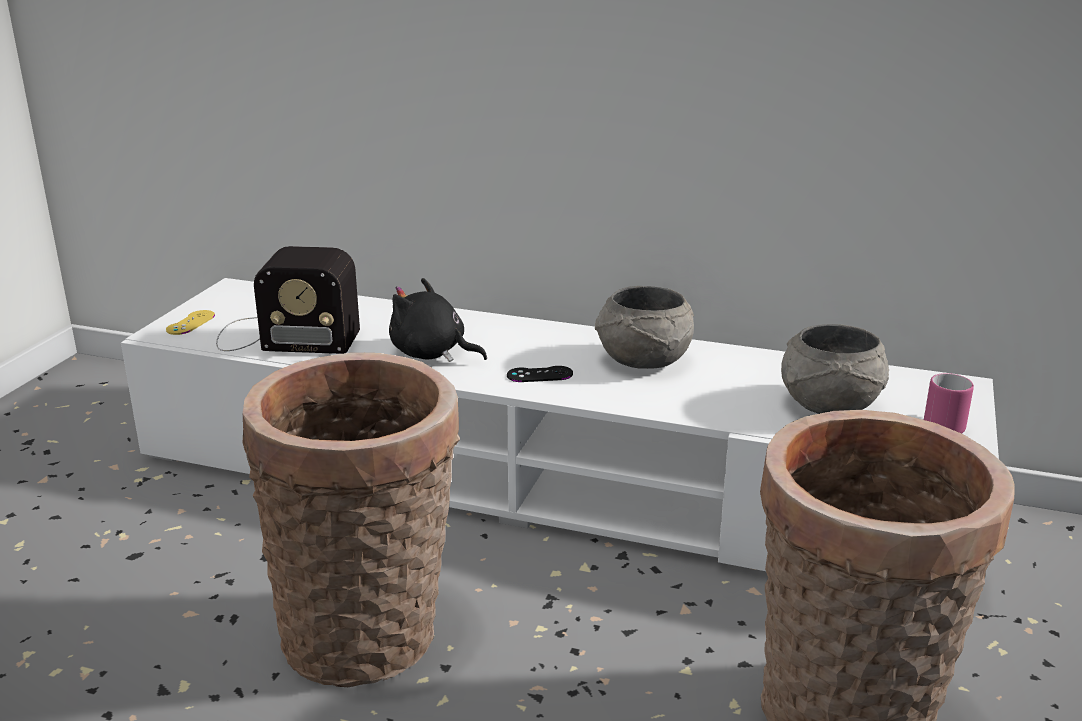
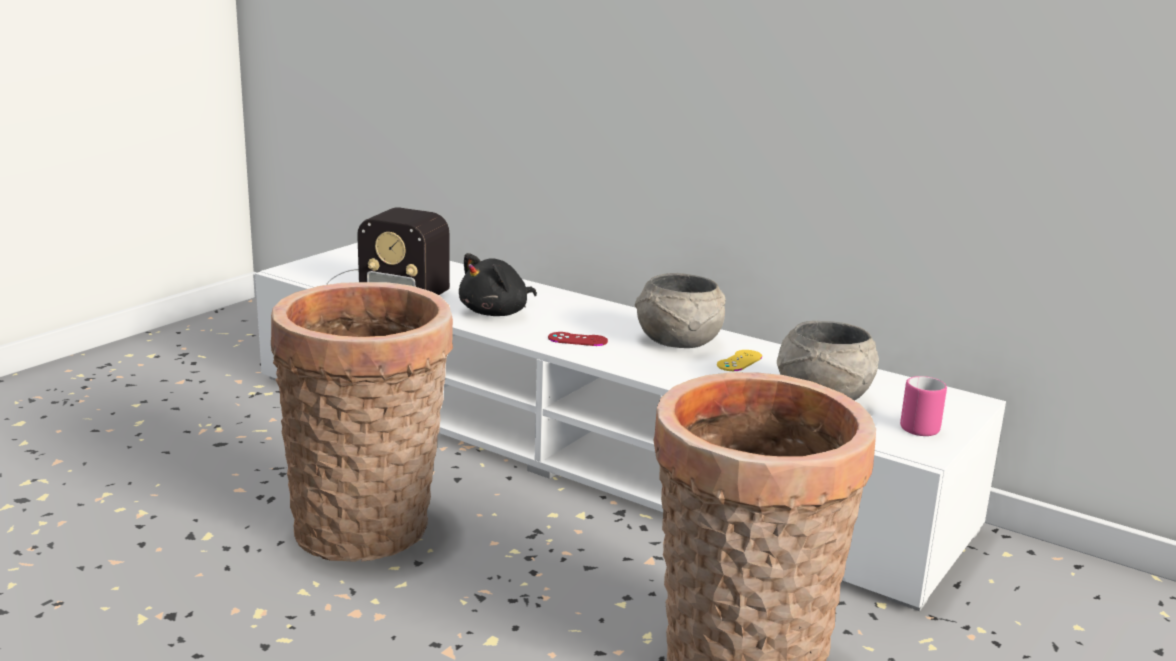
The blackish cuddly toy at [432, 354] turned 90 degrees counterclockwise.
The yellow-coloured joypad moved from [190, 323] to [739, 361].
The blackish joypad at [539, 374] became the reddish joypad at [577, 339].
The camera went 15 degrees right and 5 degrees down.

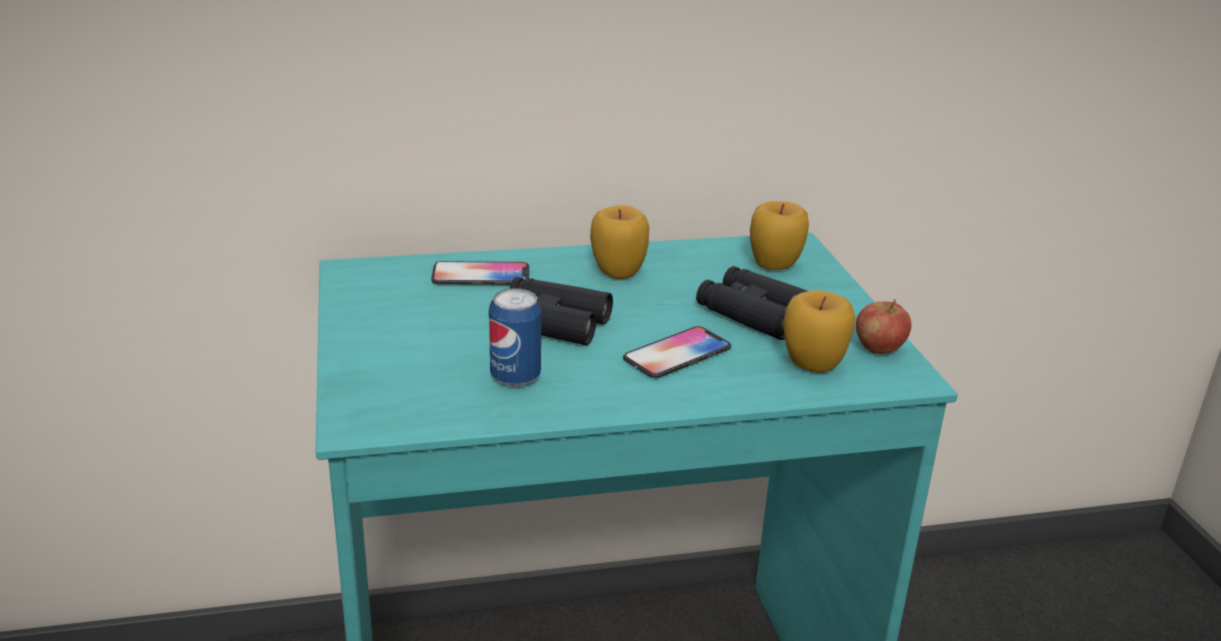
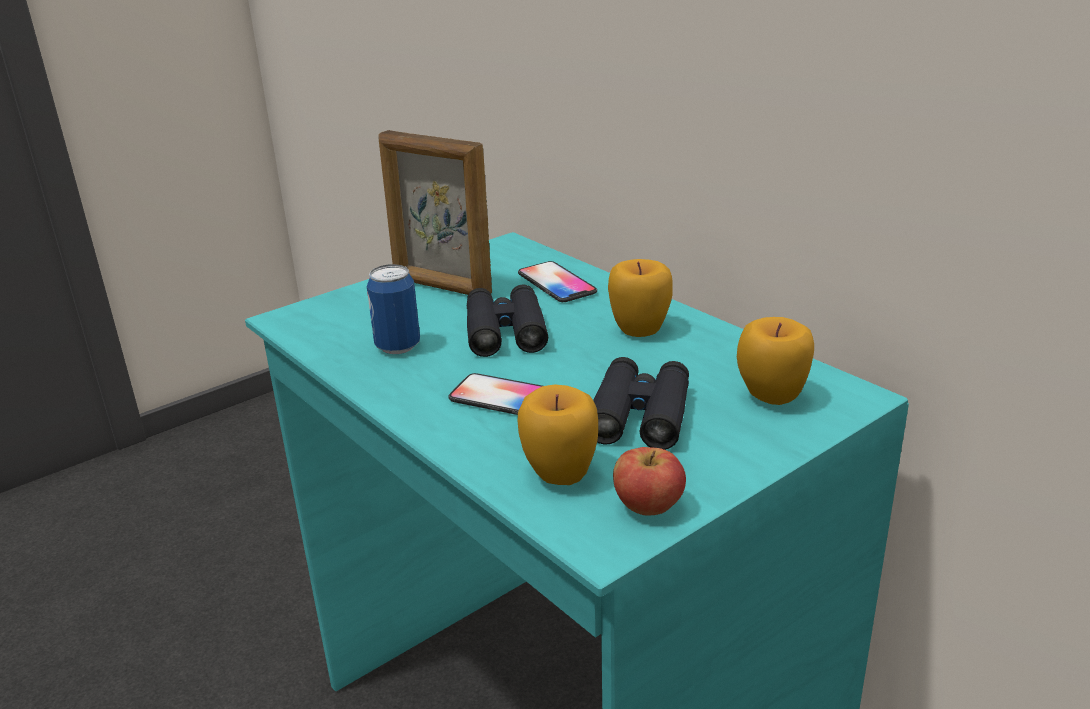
The picture frame at [441, 287] appeared.
The camera went 65 degrees right and 0 degrees up.

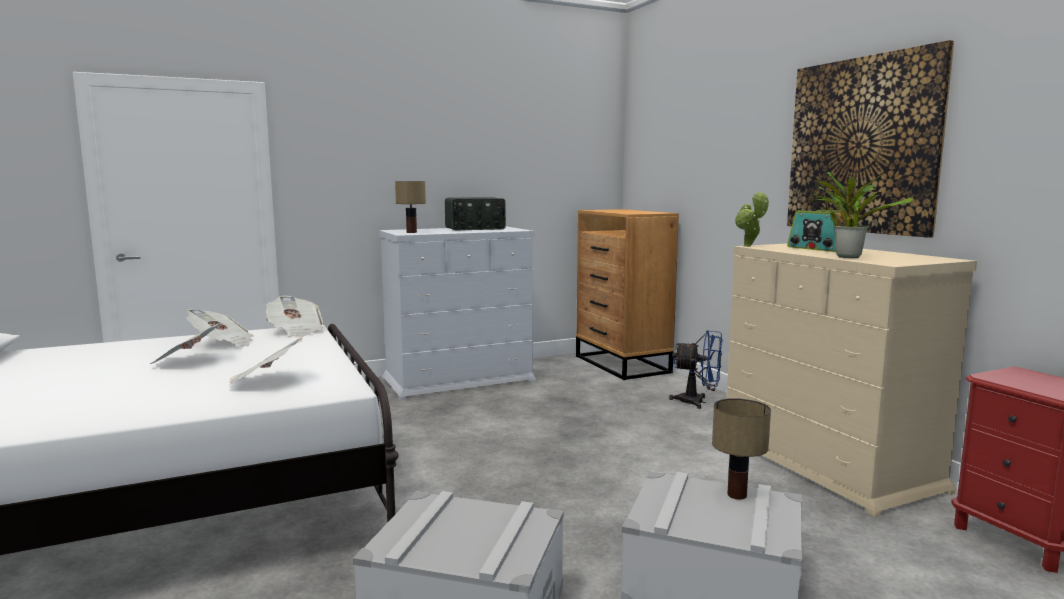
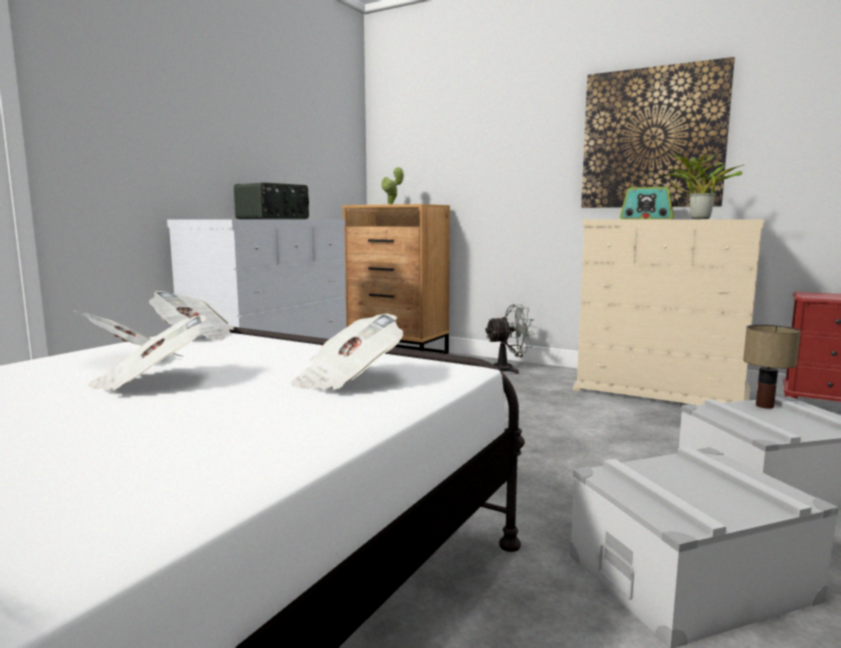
The lamp for a table at [411, 232] disappeared.
The potted plant moved from [749, 246] to [391, 204].
The bluish cooling fan at [698, 402] became the greyish cooling fan at [508, 369].
The camera went 35 degrees left and 0 degrees up.

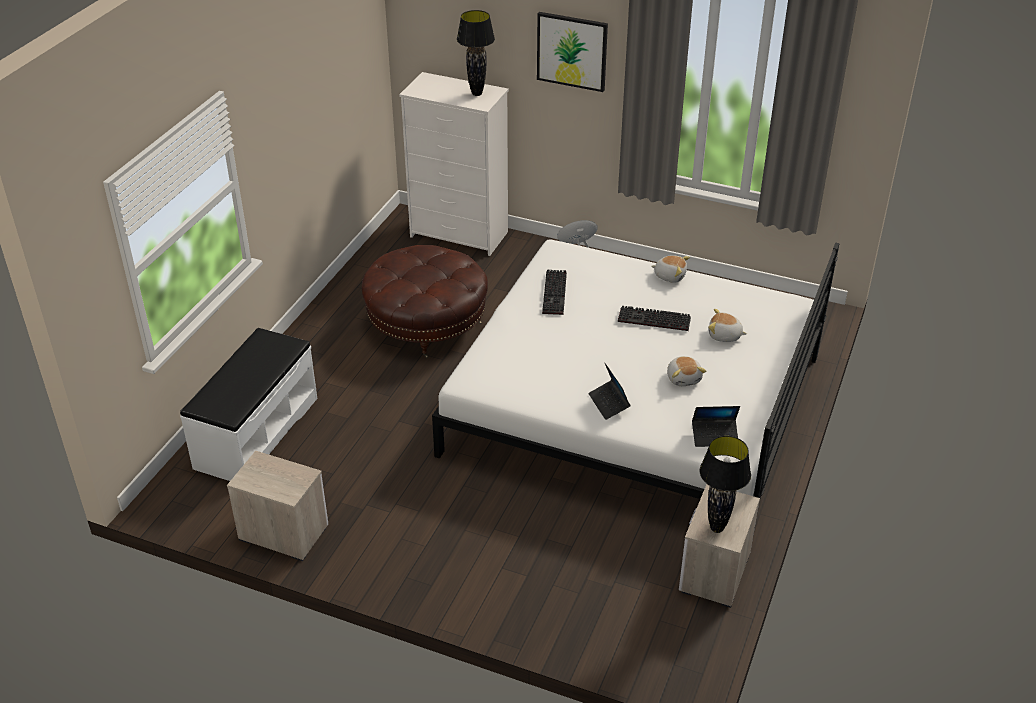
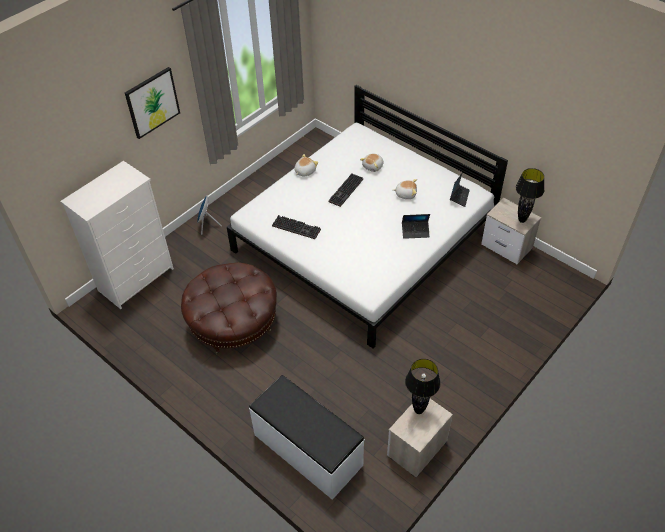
The blackish lamp for a table moved from [476, 94] to [419, 410].
The camera went 70 degrees left and 10 degrees up.

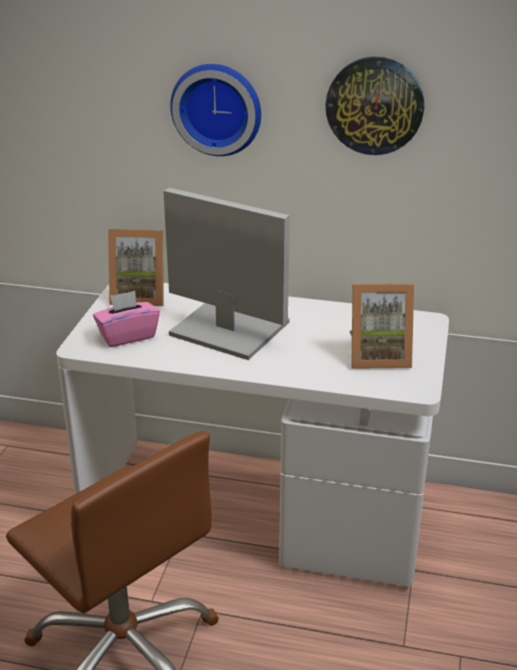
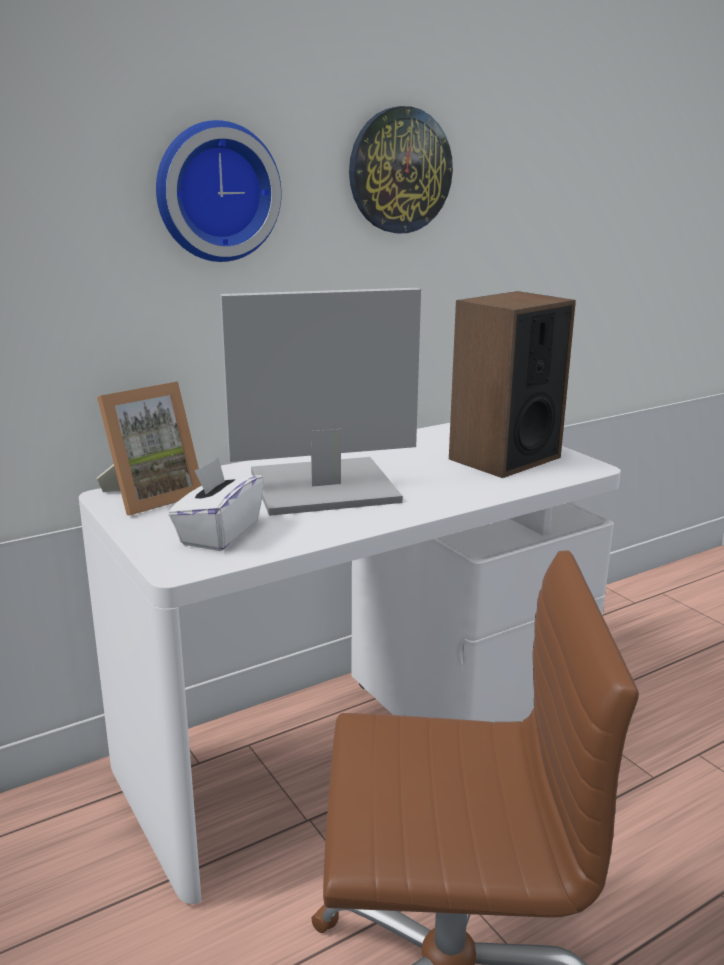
The picture frame at [378, 356] was replaced by the audio speaker at [504, 458].
The pinkish tissue box at [127, 336] became the white-coloured tissue box at [219, 534].
The camera went 45 degrees left and 10 degrees down.

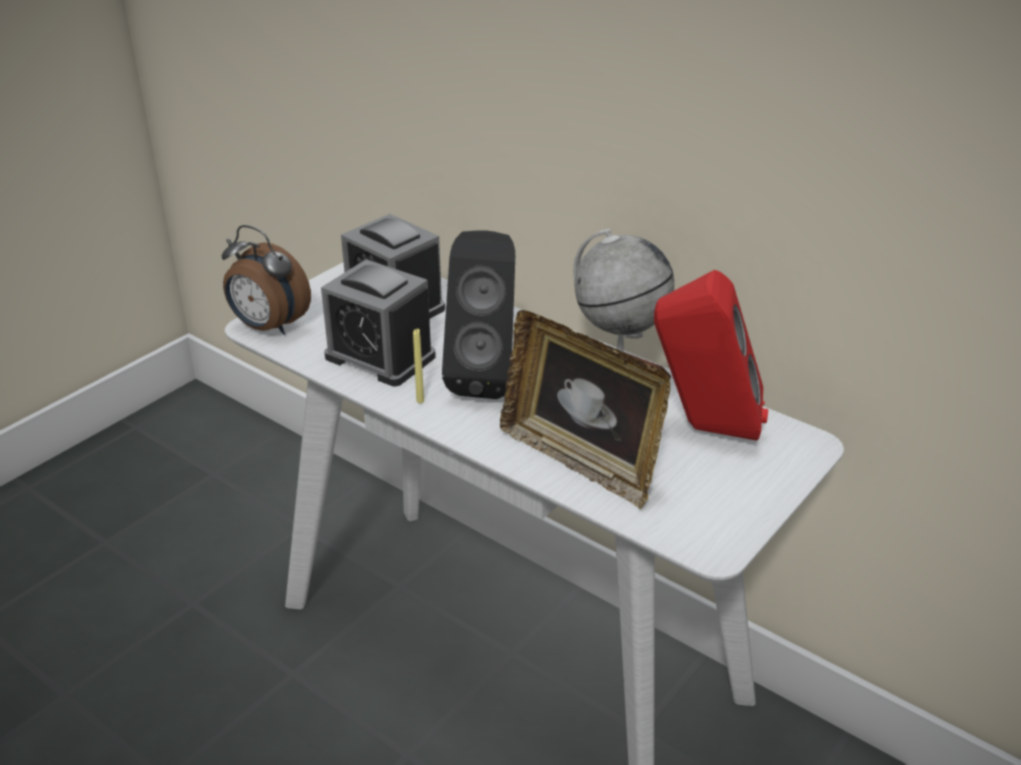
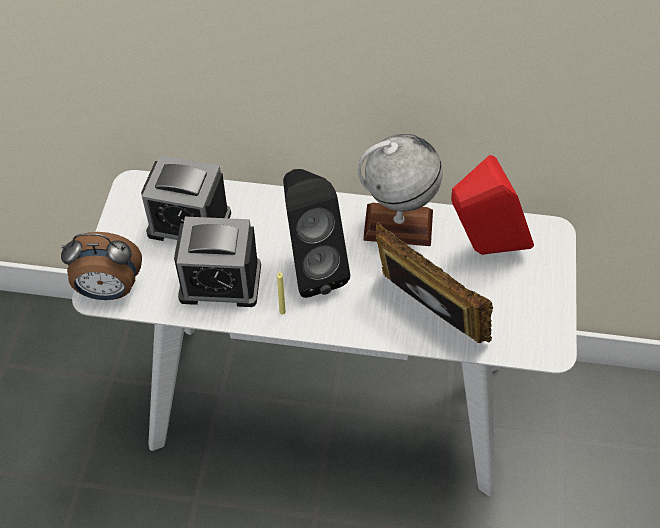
The picture frame at [580, 460] turned 150 degrees counterclockwise.
The camera went 30 degrees left and 20 degrees up.

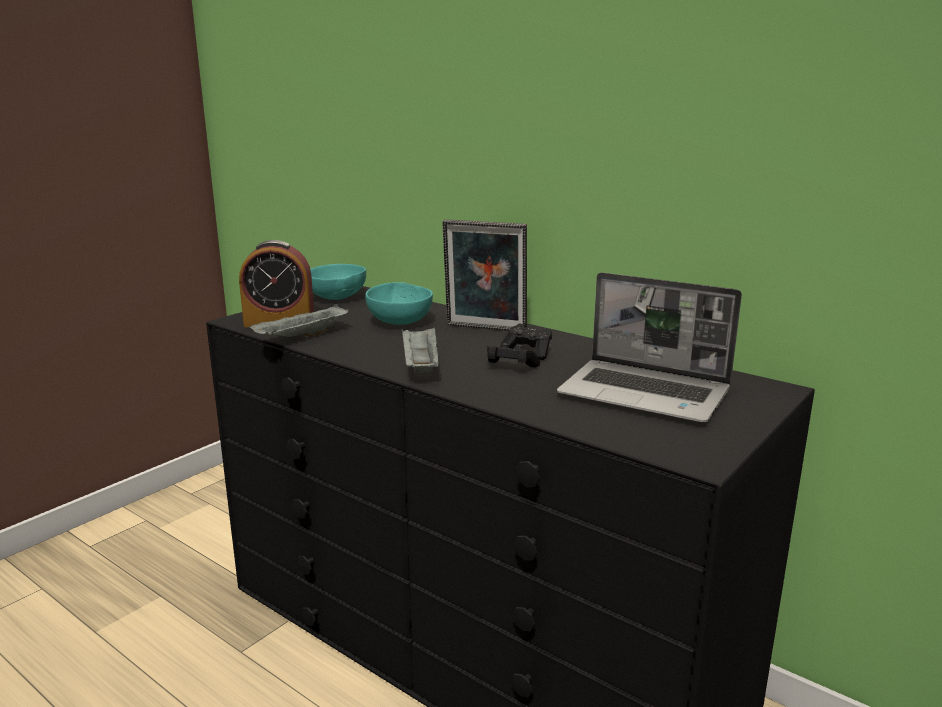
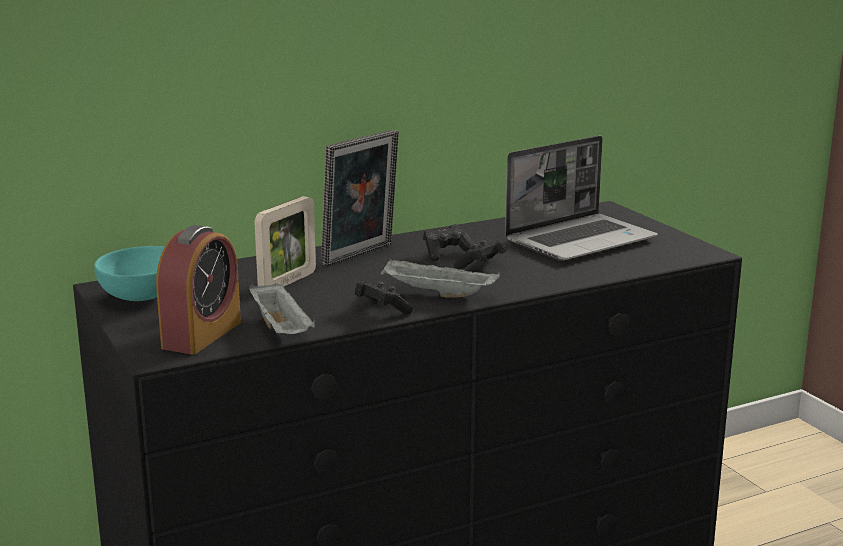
The turquoise-coloured serving bowl at [401, 322] was replaced by the picture frame at [287, 282].
The blackish joypad at [381, 310] appeared.
The camera went 65 degrees left and 0 degrees up.

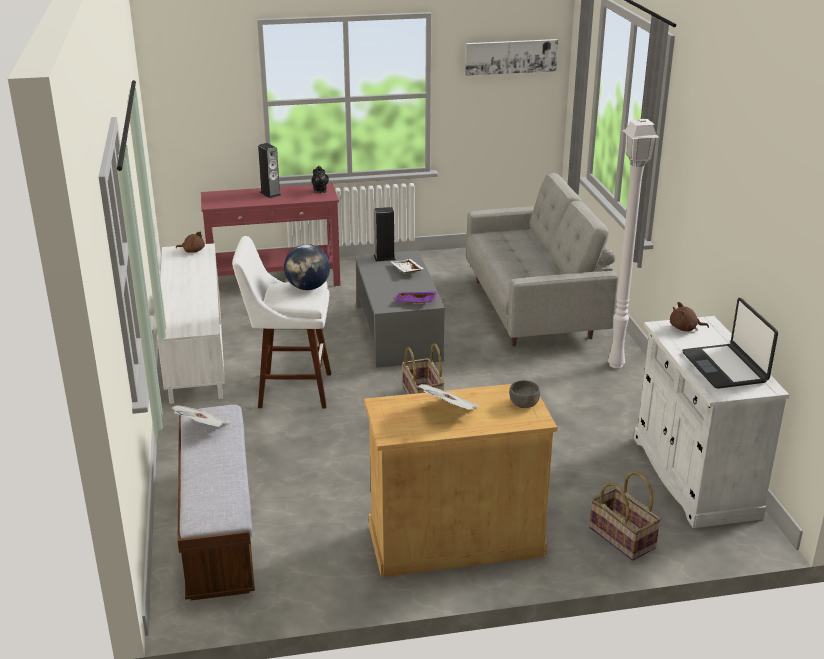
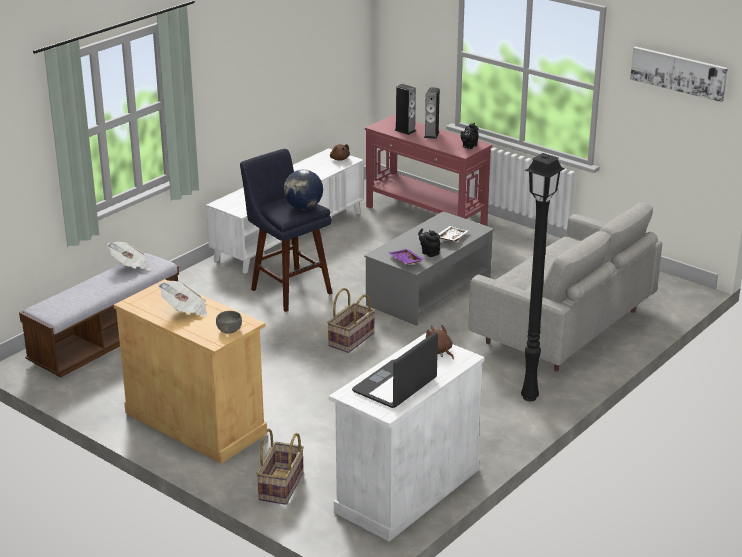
The white-coloured standing lamp at [617, 365] became the blackish standing lamp at [530, 398].
The audio speaker moved from [384, 257] to [405, 130].
The white-coloured stool at [289, 390] became the bluish stool at [288, 289].
The blackish teapot at [429, 253] appeared.
The camera went 50 degrees right and 0 degrees up.

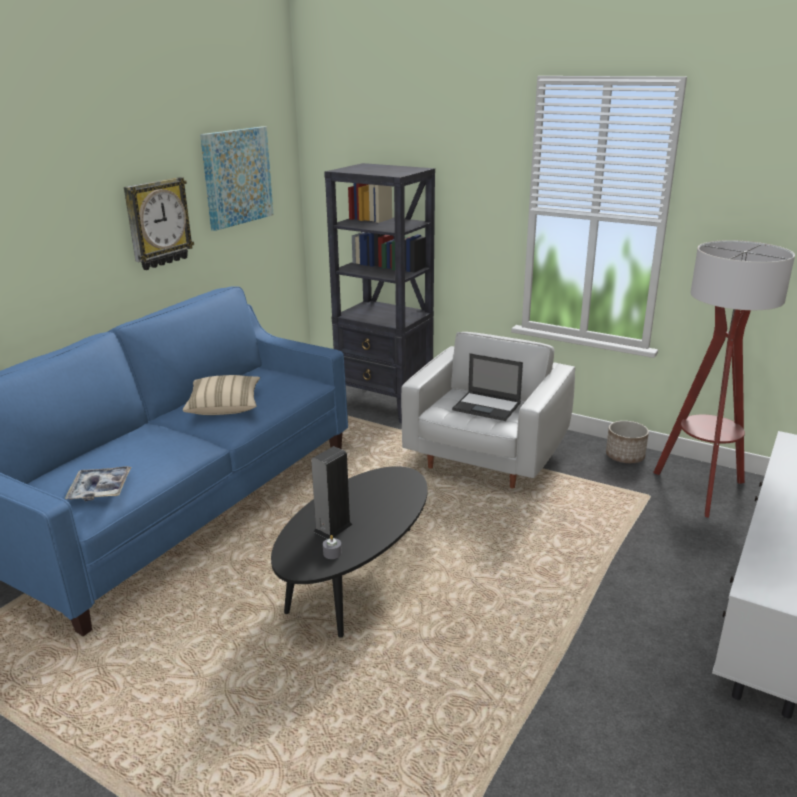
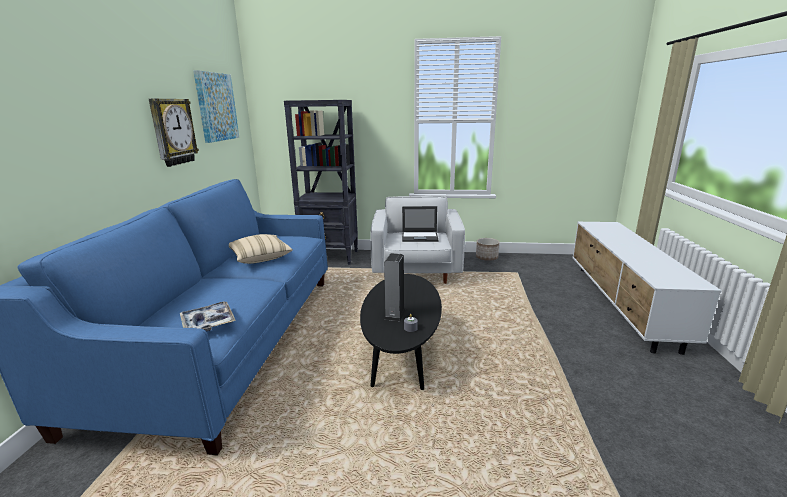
The standing lamp at [700, 489] disappeared.
The camera went 25 degrees left and 5 degrees down.

